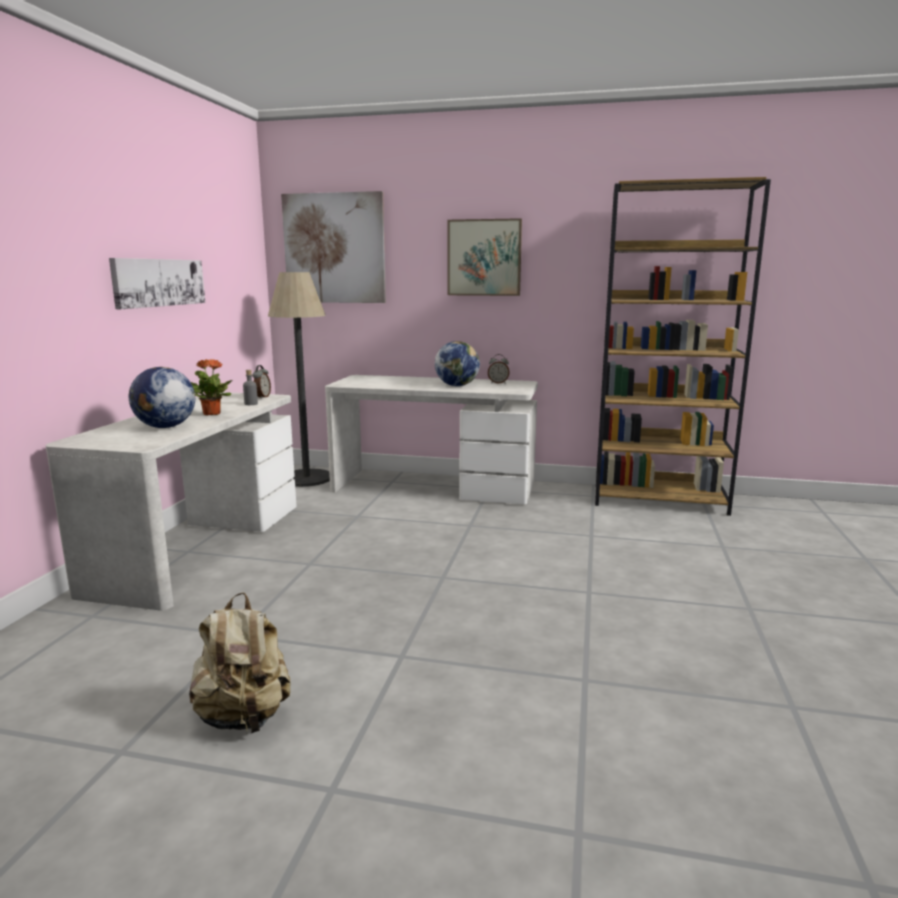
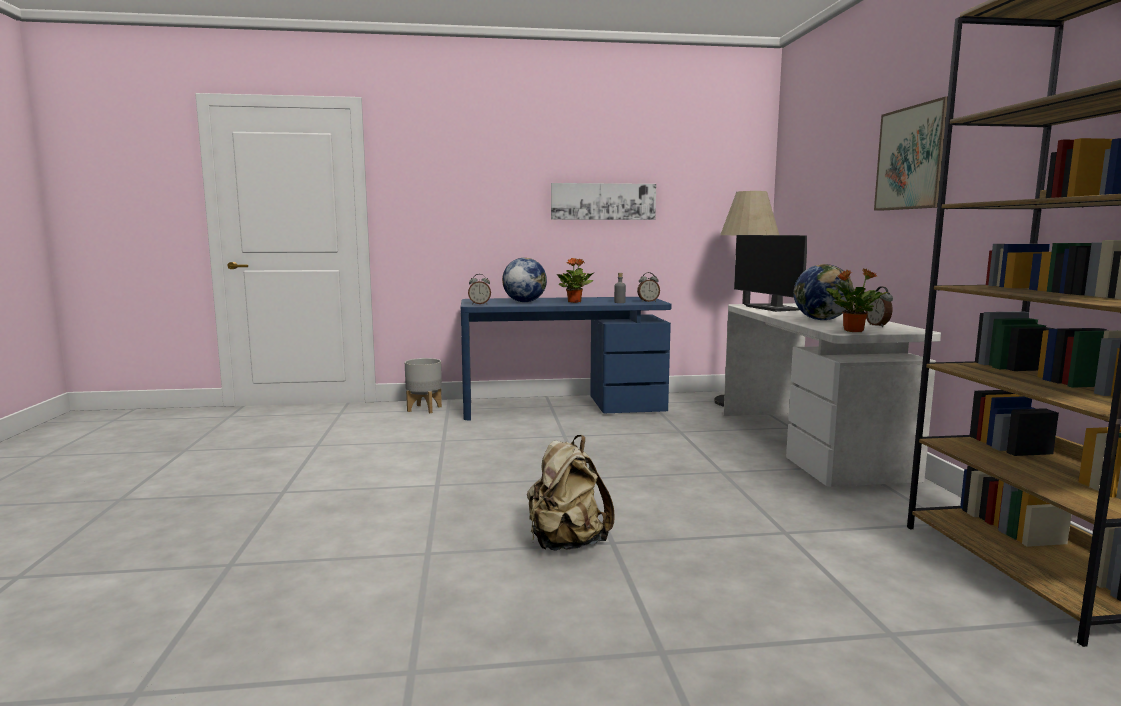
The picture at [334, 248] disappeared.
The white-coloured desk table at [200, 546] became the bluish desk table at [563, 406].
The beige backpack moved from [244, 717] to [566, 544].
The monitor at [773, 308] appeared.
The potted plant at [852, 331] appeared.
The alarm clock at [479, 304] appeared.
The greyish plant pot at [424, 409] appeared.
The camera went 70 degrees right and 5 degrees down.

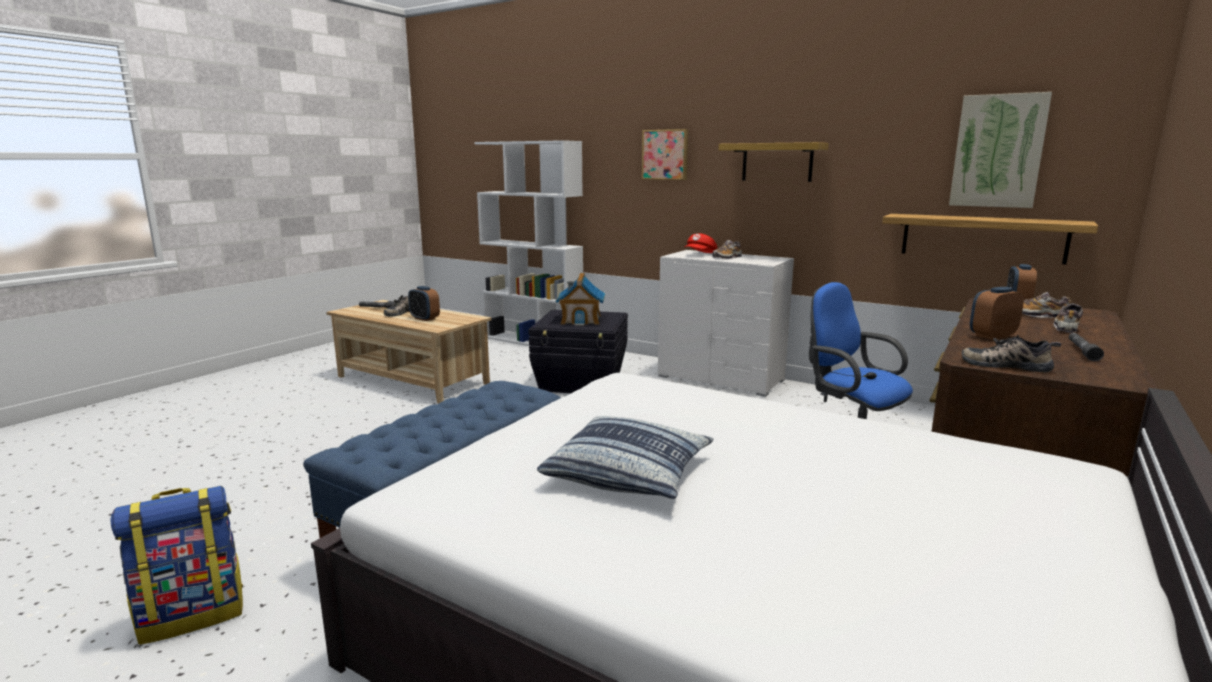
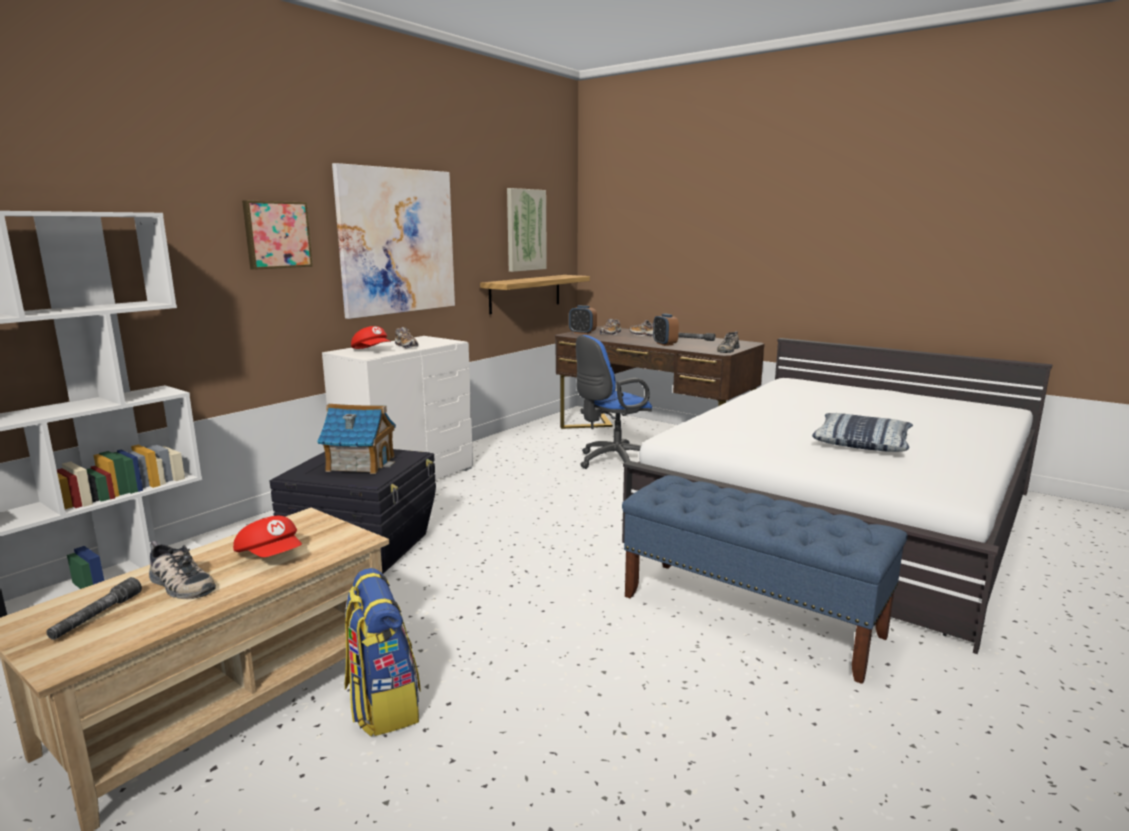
The wall shelf at [777, 162] was replaced by the picture at [397, 241].
The alarm clock at [424, 318] was replaced by the reddish peaked cap at [271, 556].
The backpack moved from [193, 614] to [382, 704].
The camera went 85 degrees left and 0 degrees up.

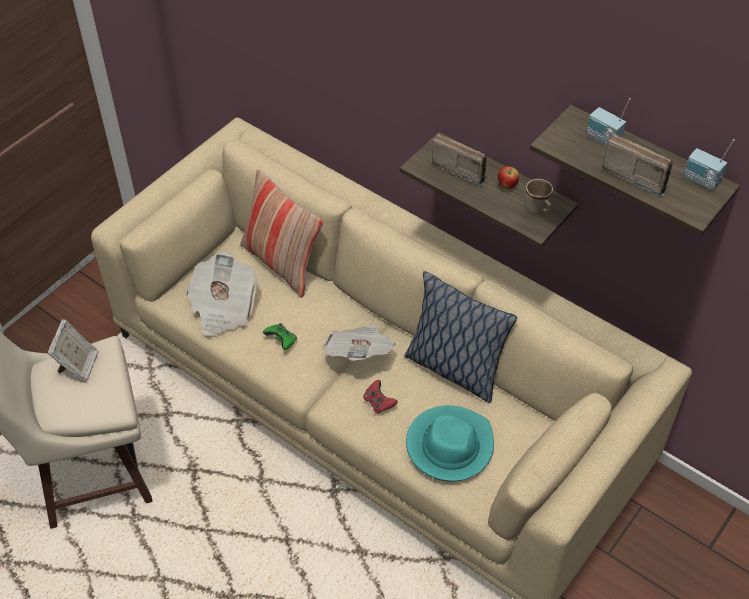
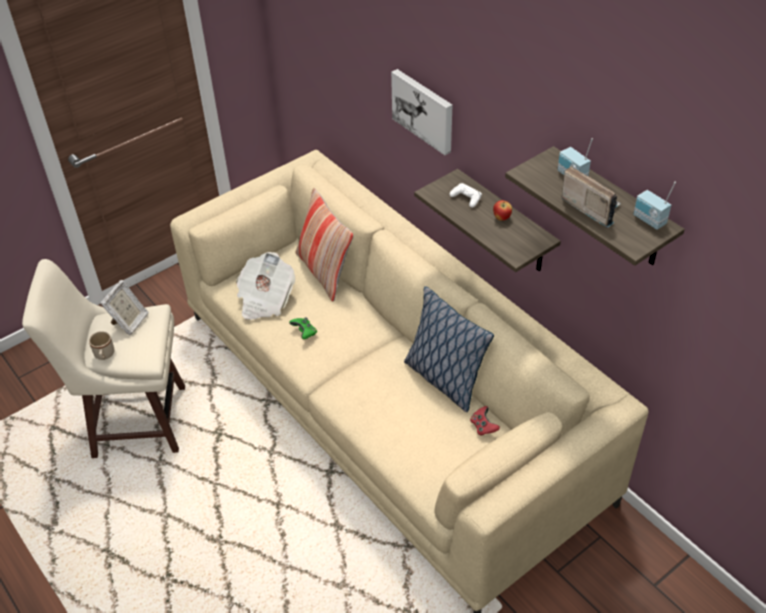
The radio set at [460, 167] was replaced by the white-coloured joypad at [466, 198].
The beige tea mug moved from [538, 209] to [104, 355].
The daily paper at [359, 354] disappeared.
The reddish joypad moved from [378, 402] to [483, 427].
The turquoise-coloured wearable hat at [449, 445] disappeared.
The picture at [424, 110] appeared.
The camera went 15 degrees right and 5 degrees down.

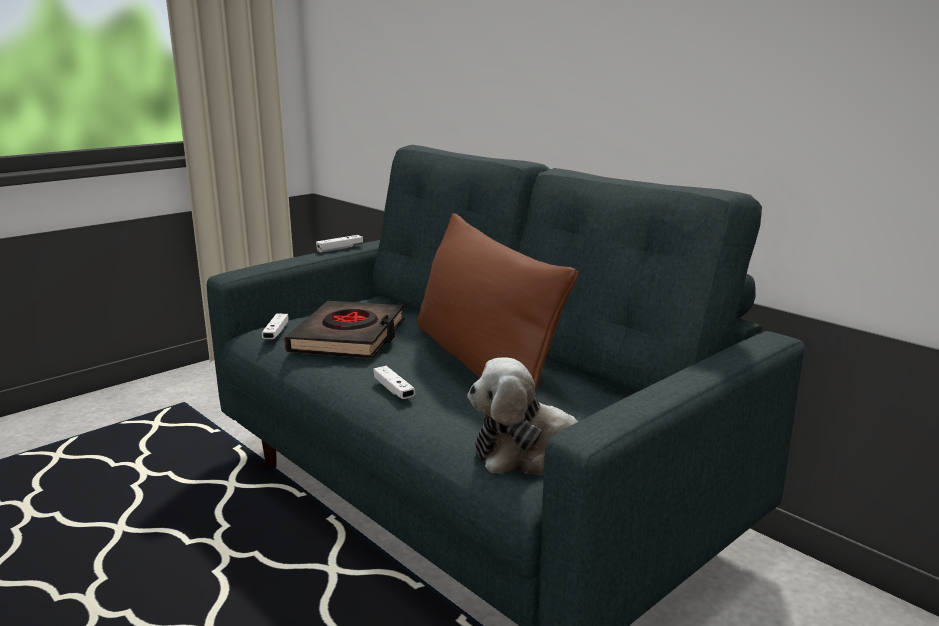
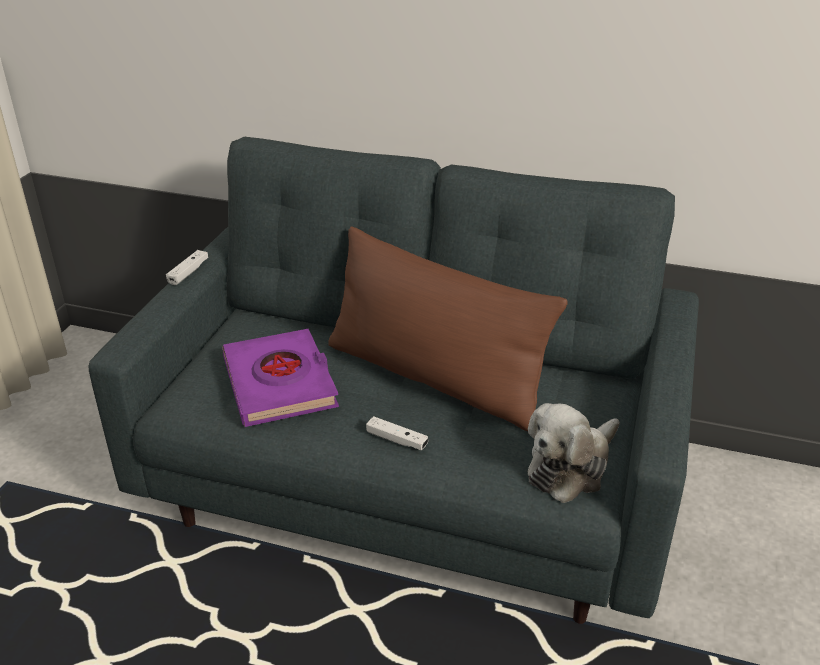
The blackish book at [349, 337] became the purplish book at [280, 384].
The white-coloured joypad at [276, 333] disappeared.
The camera went 30 degrees left and 15 degrees up.

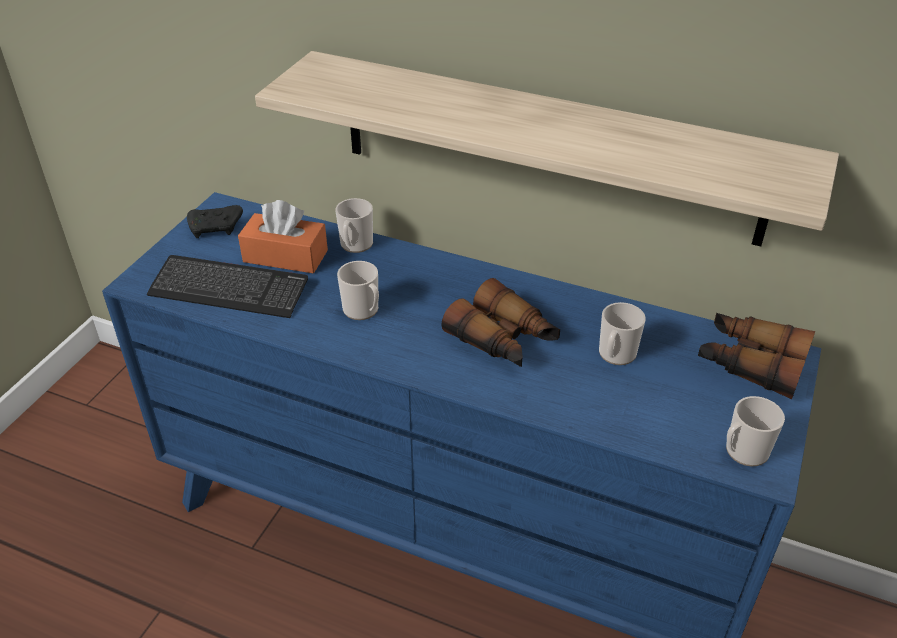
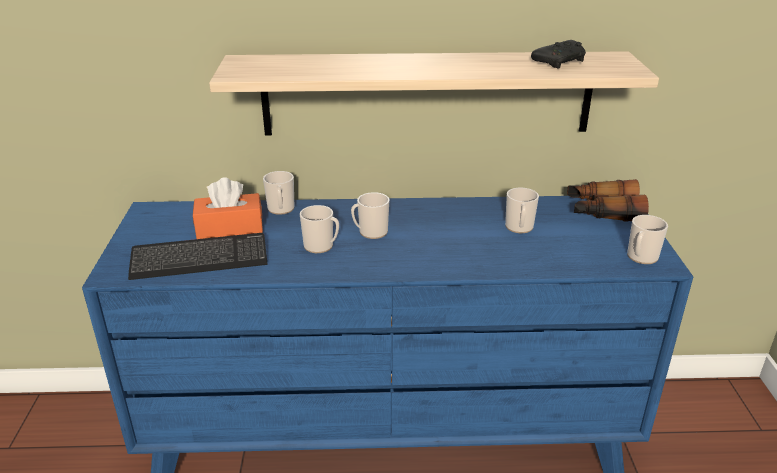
The blackish joypad moved from [216, 228] to [560, 62].
The field glasses at [503, 340] disappeared.
The tea mug at [370, 232] appeared.
The camera went 25 degrees left and 10 degrees down.

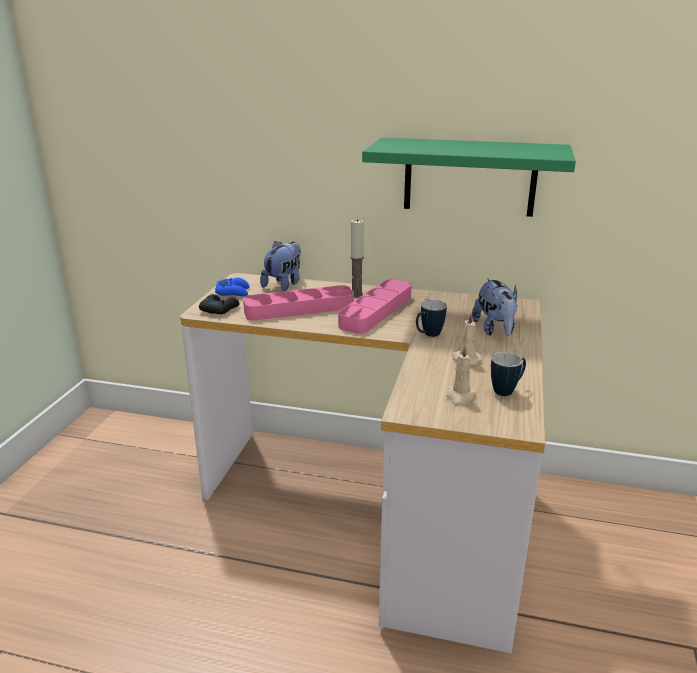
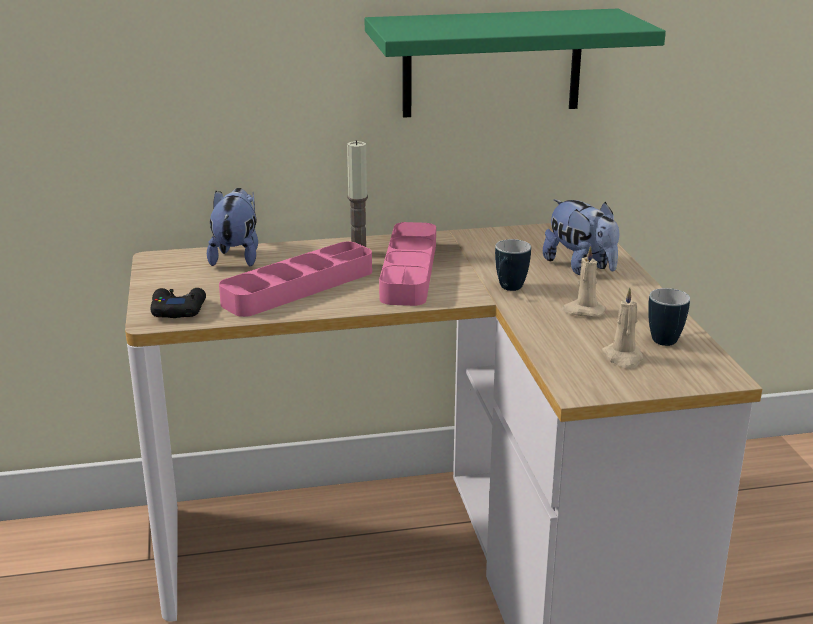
The bluish joypad at [233, 292] disappeared.
The camera went 25 degrees left and 0 degrees up.

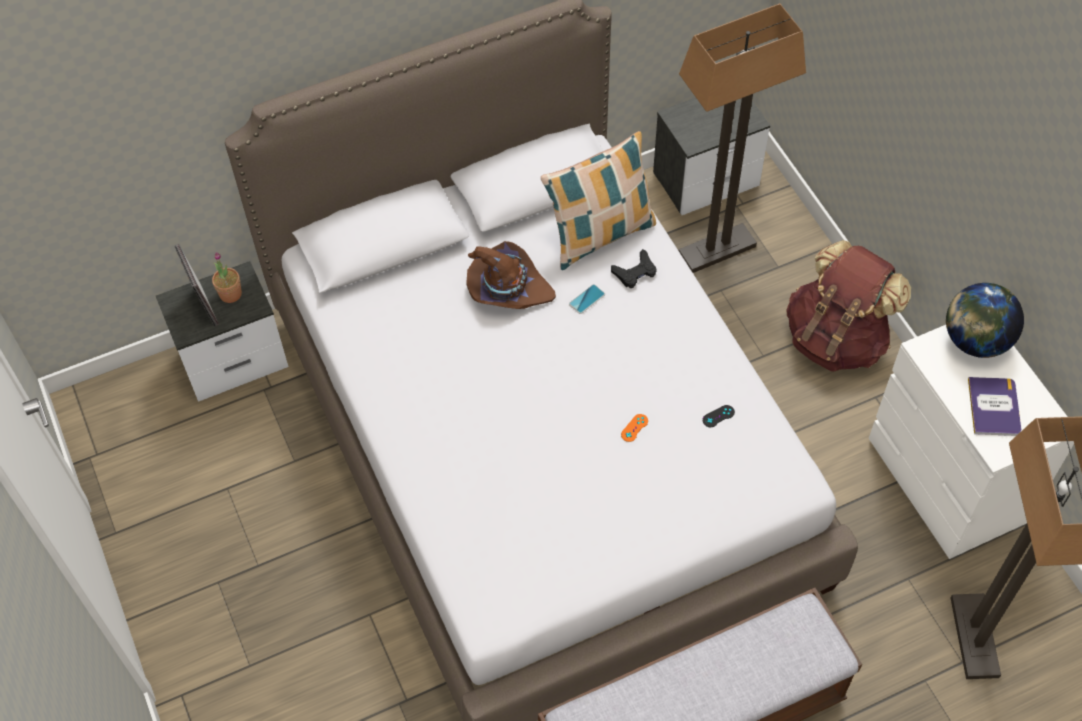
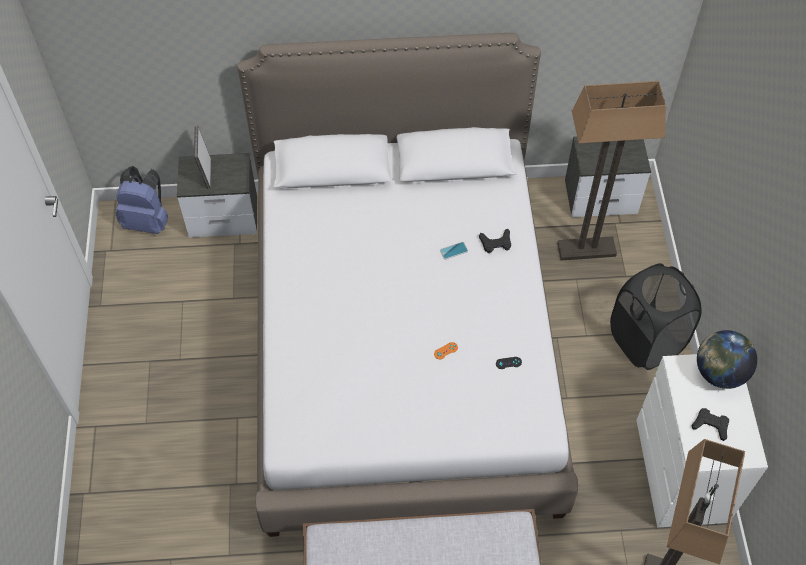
The throw pillow at [600, 235] disappeared.
The brownish backpack at [836, 338] was replaced by the blackish washing basket at [645, 341].
The brownish wearable hat at [507, 288] disappeared.
The potted plant at [230, 294] disappeared.
The book at [994, 407] was replaced by the blackish joypad at [710, 425].
The bluish backpack at [147, 221] appeared.
The camera went 20 degrees right and 0 degrees up.

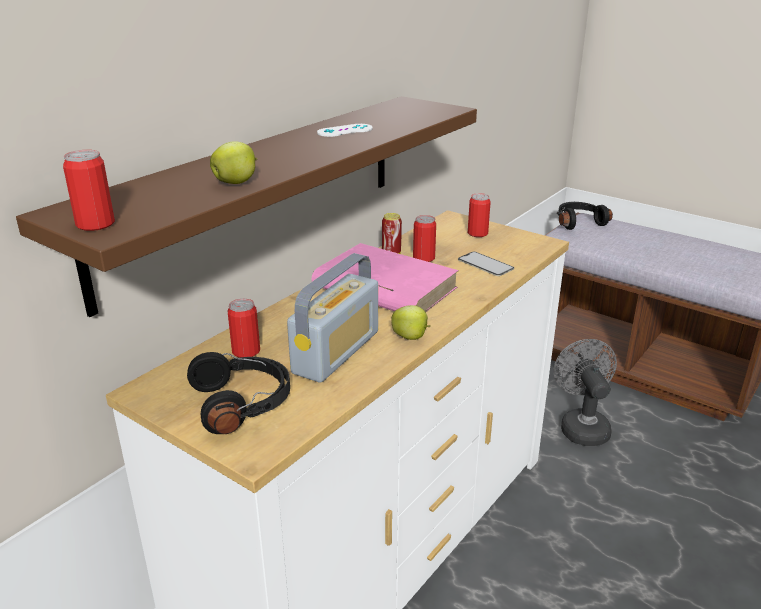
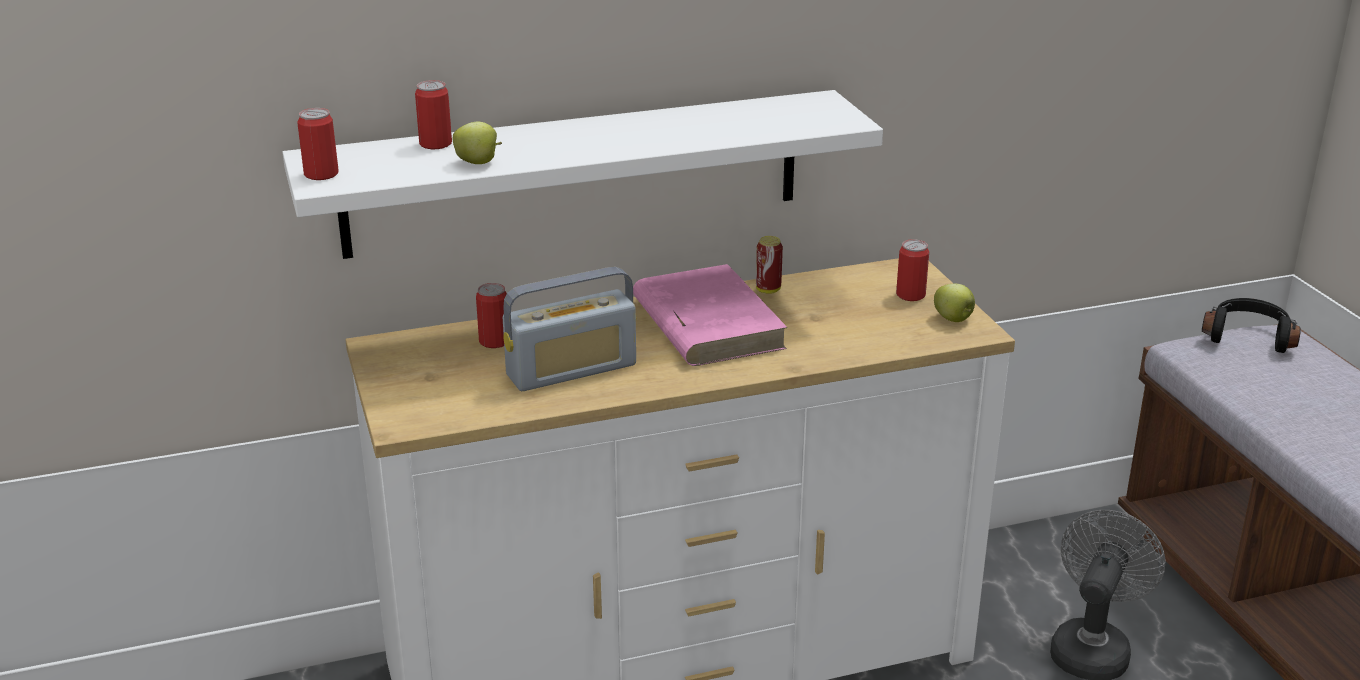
The brownish wall shelf at [259, 191] became the white-coloured wall shelf at [574, 173].
The white-coloured joypad at [345, 131] disappeared.
The sealed can moved from [424, 258] to [435, 144].
The phone at [485, 264] disappeared.
The whole apple moved from [411, 337] to [953, 319].
The blackish headphones at [243, 403] disappeared.
The camera went 35 degrees right and 0 degrees up.

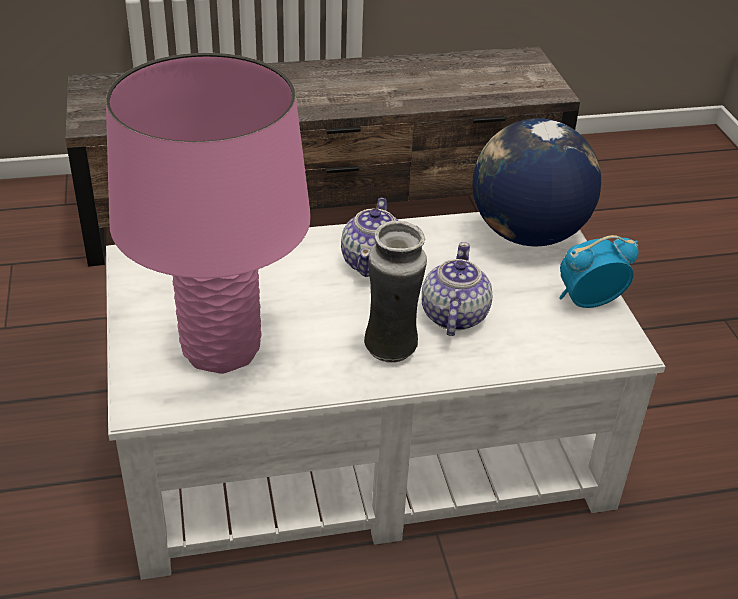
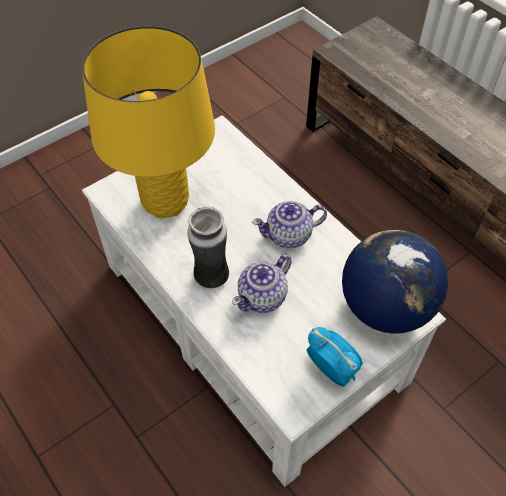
The pinkish lamp for a table at [221, 349] became the yellow-coloured lamp for a table at [165, 201].
The teapot at [453, 316] turned 150 degrees clockwise.
The camera went 65 degrees right and 15 degrees up.

